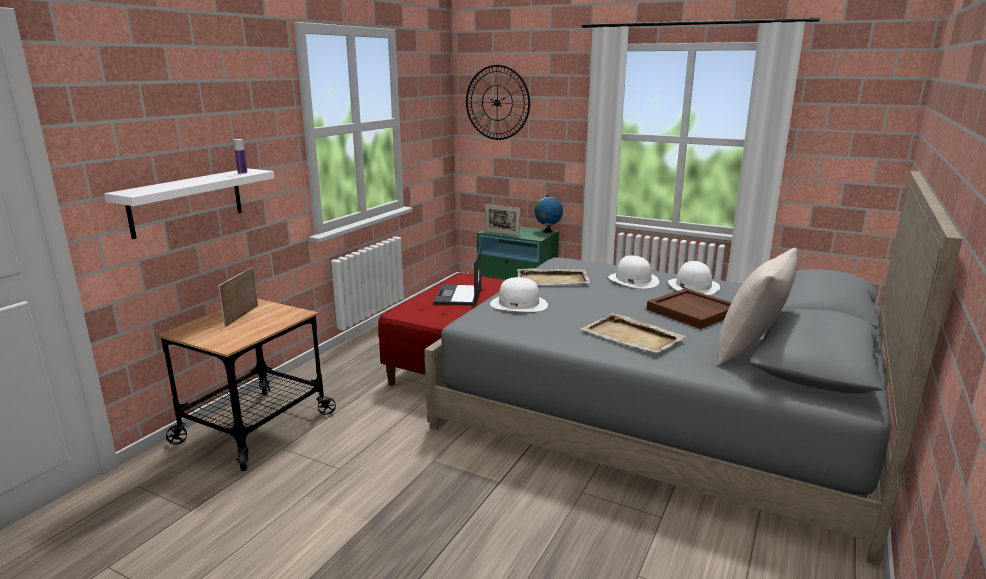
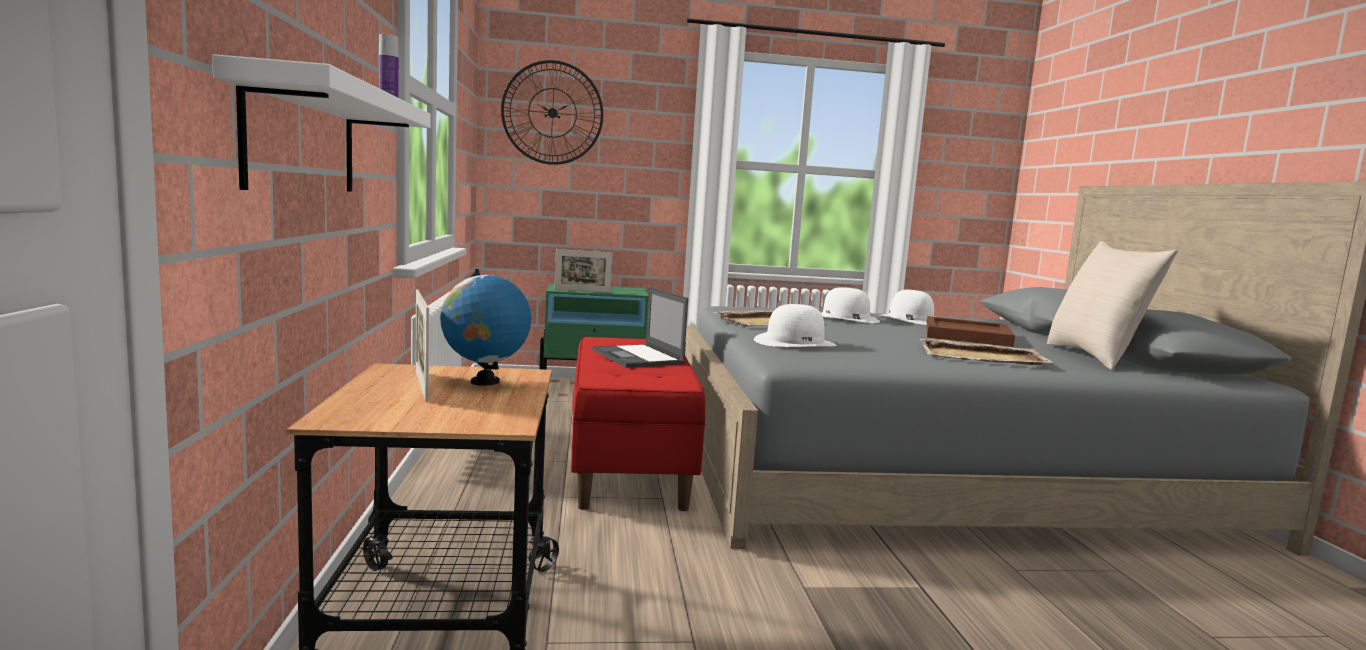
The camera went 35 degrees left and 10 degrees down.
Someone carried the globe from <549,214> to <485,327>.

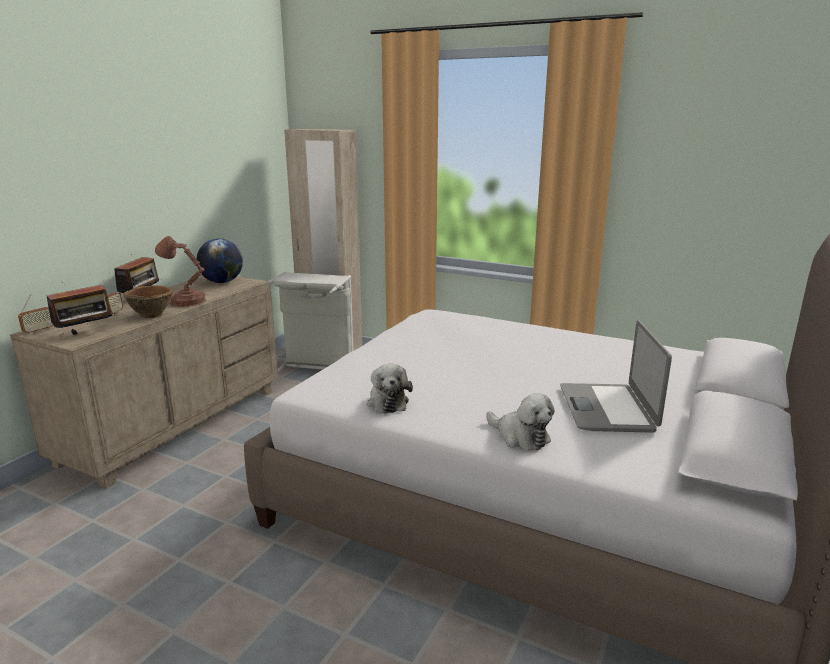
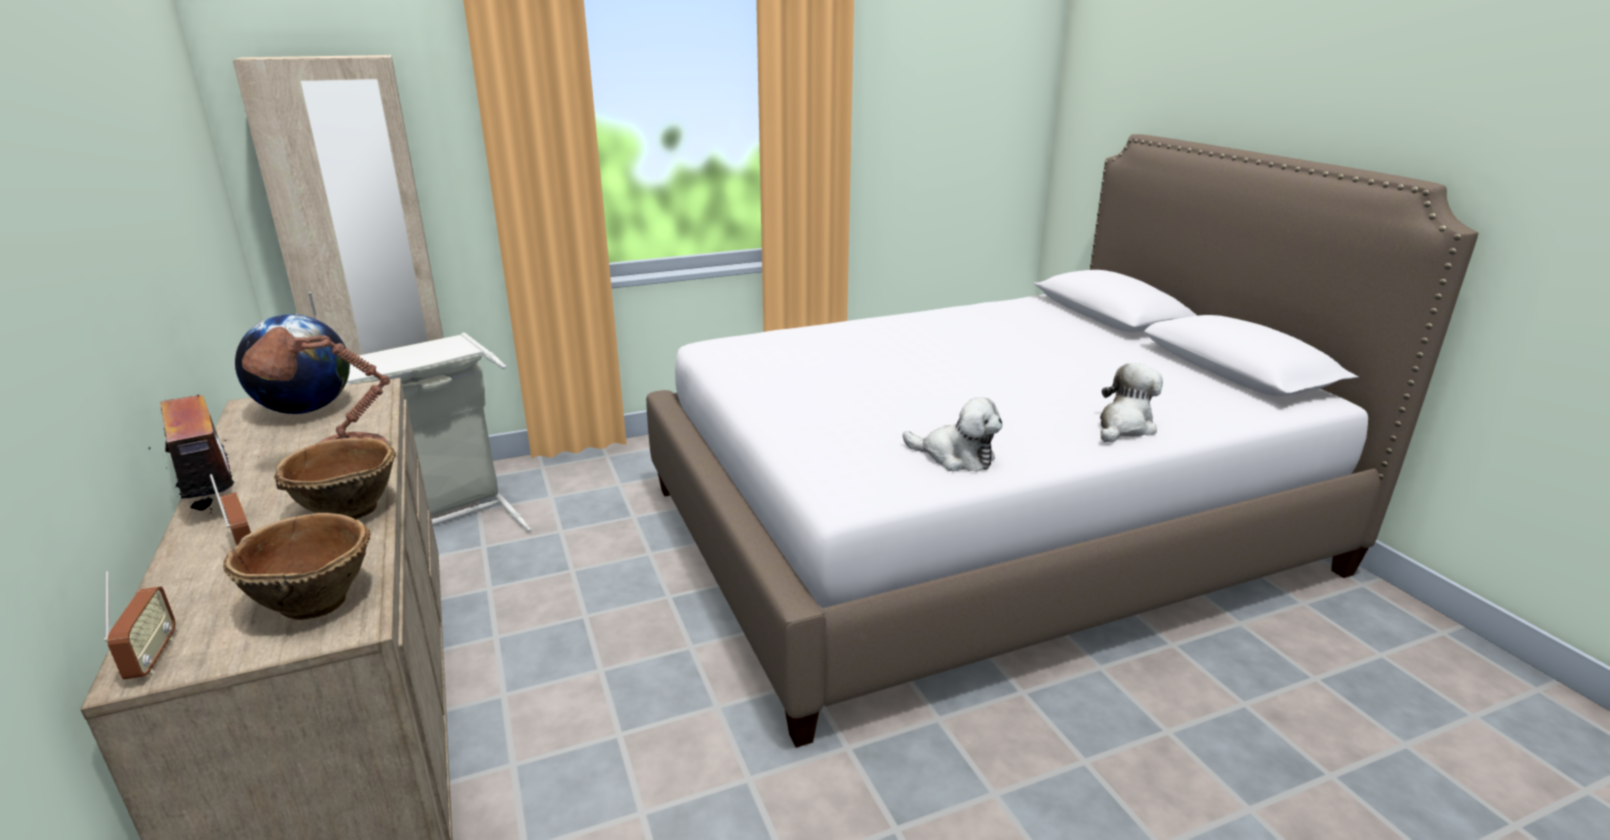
The camera went 50 degrees left and 5 degrees up.
Someone swapped the radio at <81,310> for the brown_bowl at <296,566>.
Someone rotated the plush_toy at <520,421> by 45 degrees counterclockwise.
Someone took away the laptop at <616,376>.

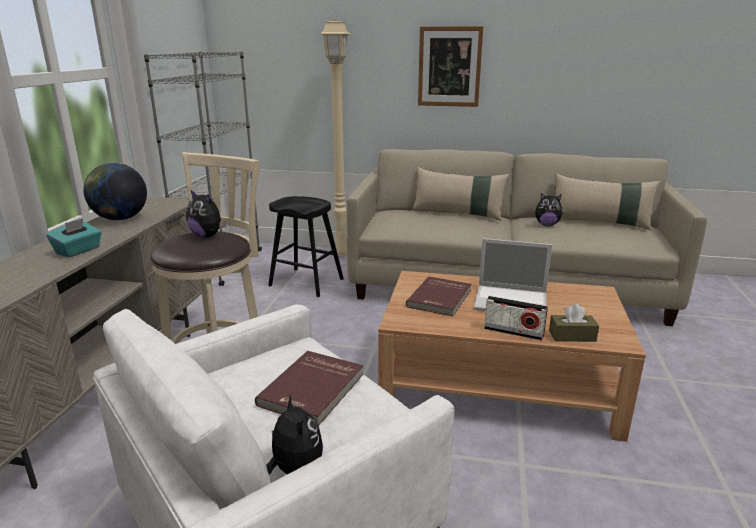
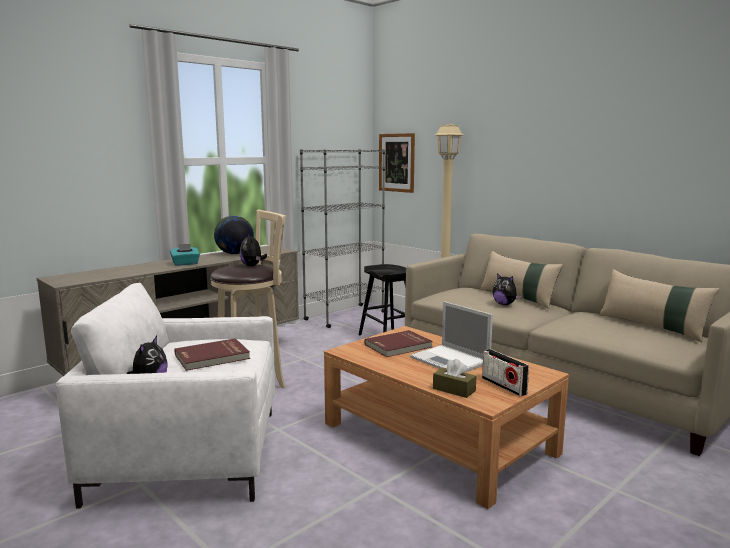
The camera went 35 degrees right and 10 degrees down.
Someone carried the picture from <450,66> to <397,163>.
Someone carried the radio from <516,318> to <505,372>.
Someone carried the plush_toy from <549,209> to <507,289>.

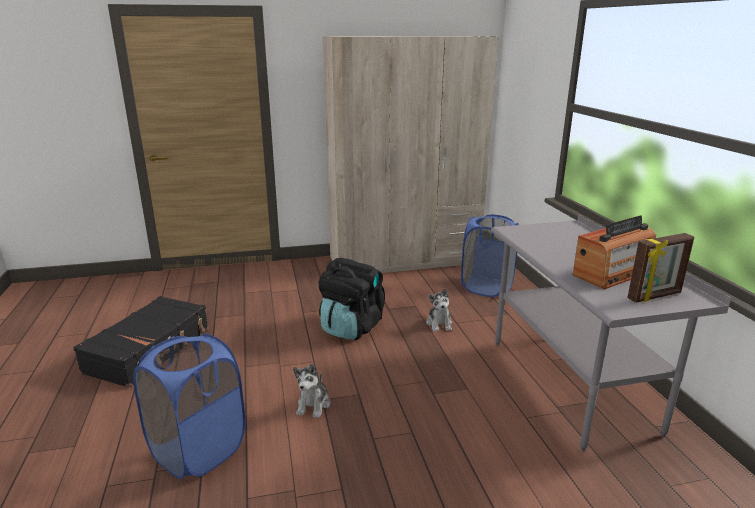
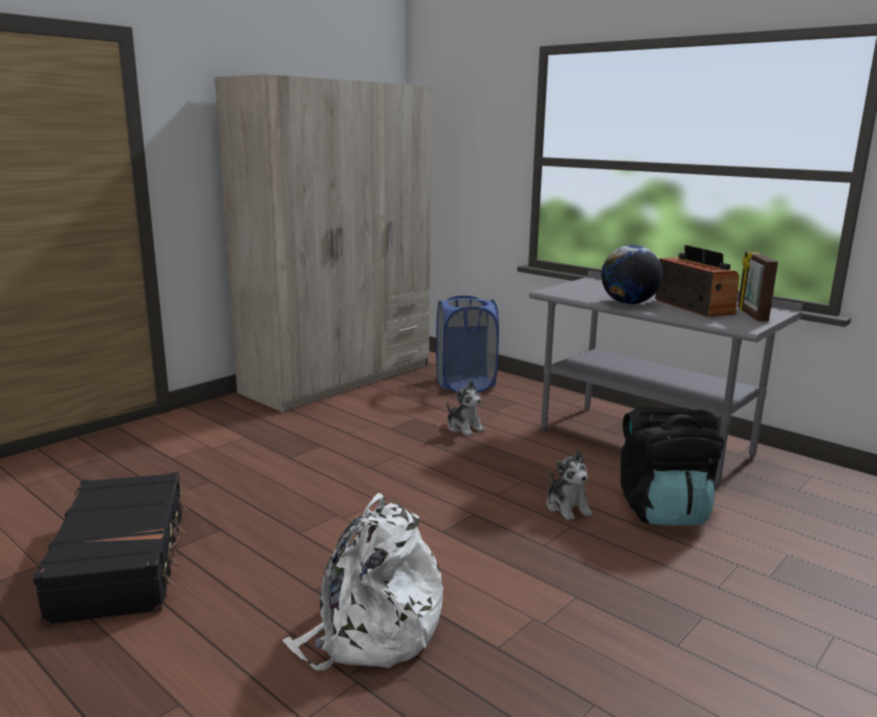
The camera went 35 degrees left and 5 degrees down.
Someone swapped the blue_laundry_basket at <189,406> for the white_backpack at <362,582>.
Someone carried the plush_toy from <311,390> to <569,485>.
Someone put down the globe at <632,274>.
Someone carried the black_backpack from <352,299> to <672,466>.
Someone rotated the radio at <614,252> by 45 degrees counterclockwise.
Someone rotated the picture_frame at <660,268> by 150 degrees clockwise.

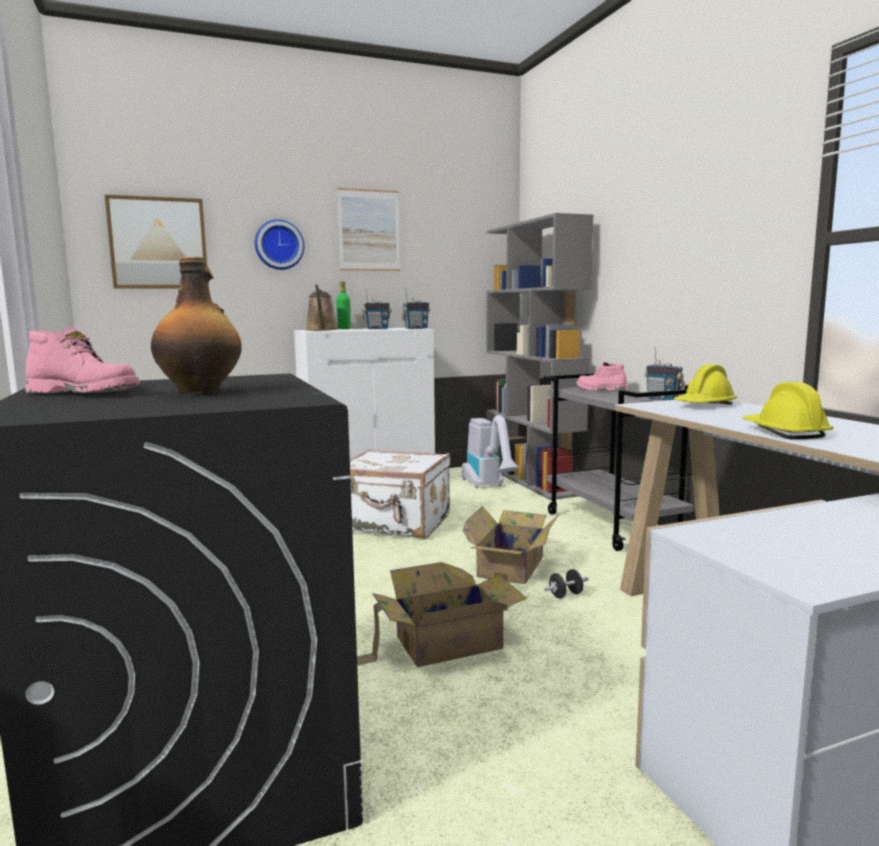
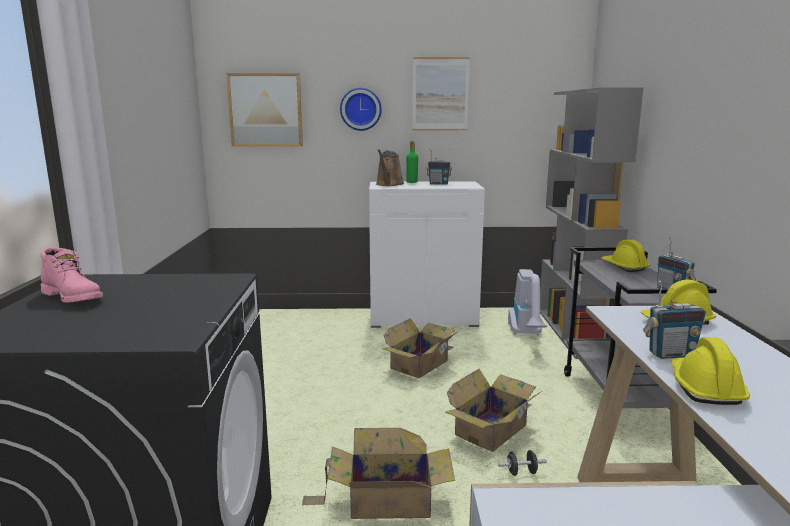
The camera went 20 degrees right and 5 degrees up.
Someone swapped the white_suitcase at <399,494> for the cardboard_box at <420,348>.
Someone swapped the pink_boot at <602,377> for the yellow_hard_hat at <625,255>.
Someone carried the radio from <415,308> to <674,320>.
Someone took away the bottle at <196,326>.

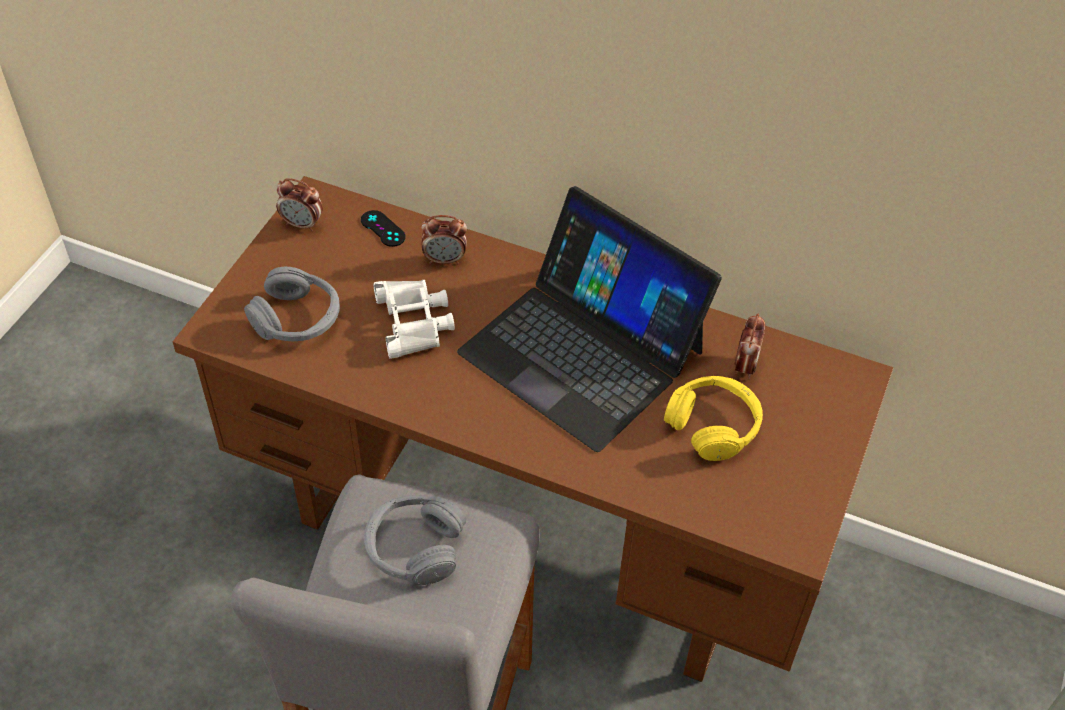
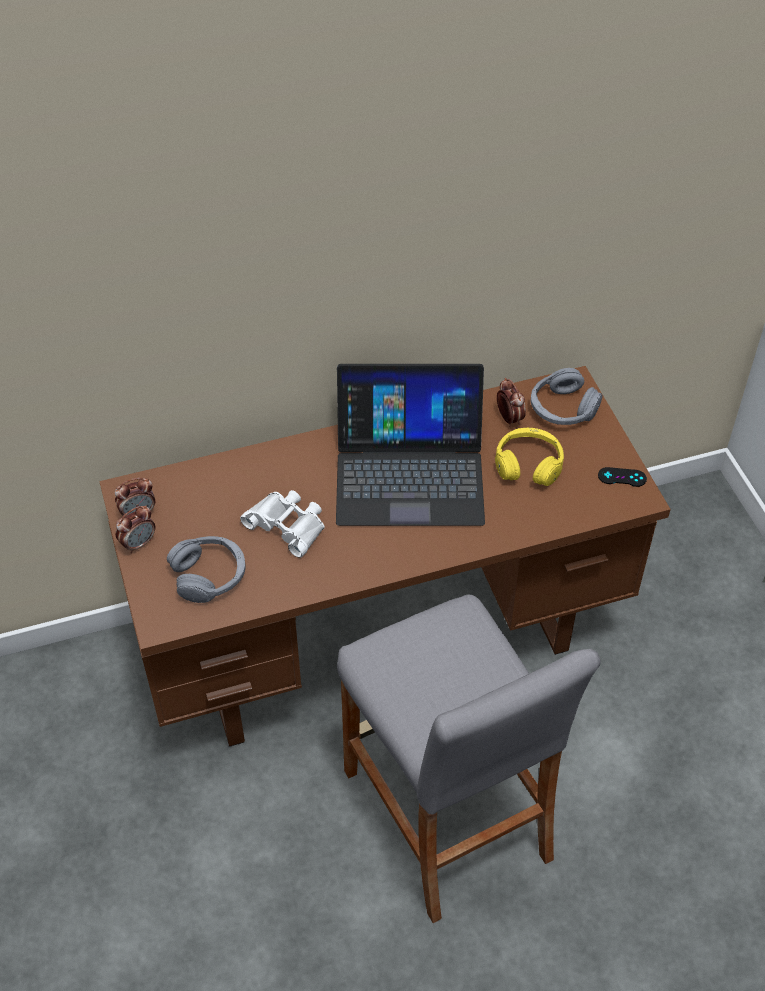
The camera went 40 degrees left and 0 degrees up.
Someone carried the alarm_clock from <444,239> to <135,530>.
Someone carried the grey_headphones from <415,540> to <567,396>.
Someone carried the black_game_controller from <383,228> to <622,477>.

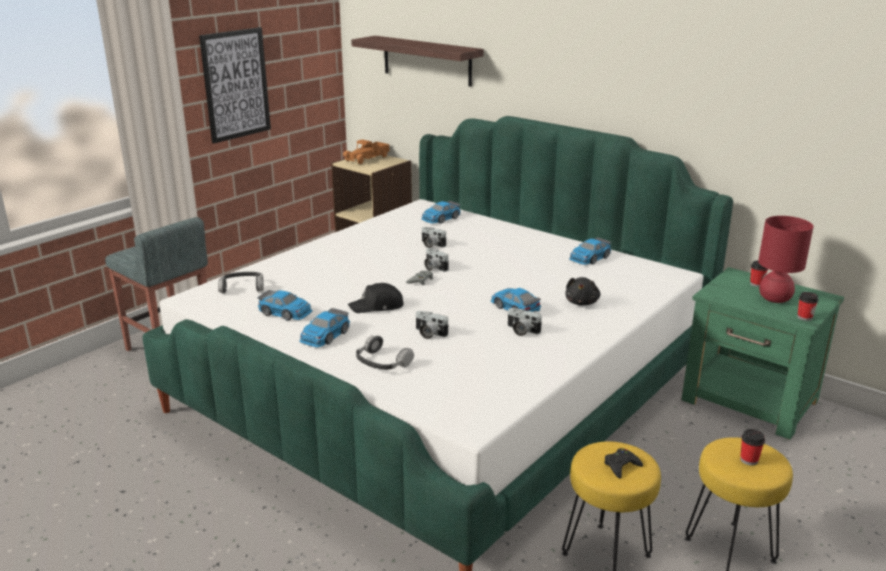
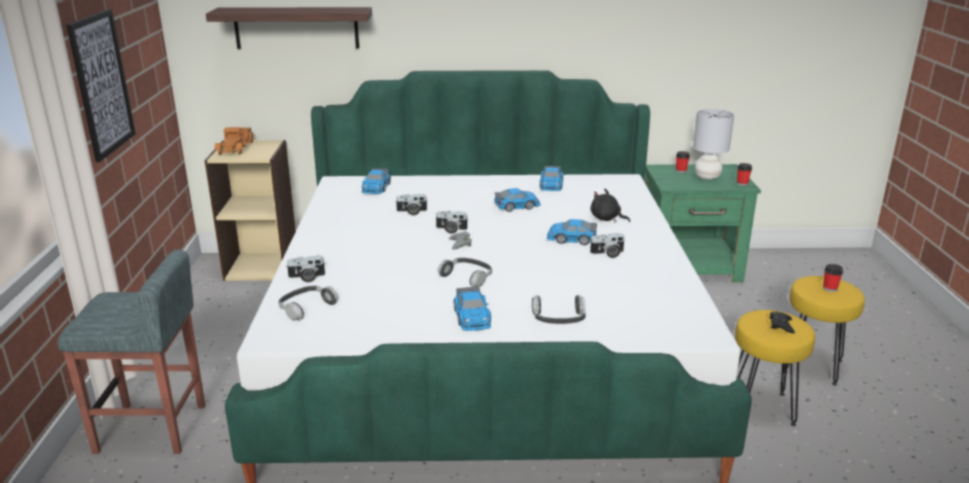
The camera went 40 degrees left and 0 degrees up.
Someone carried the photo_camera from <432,325> to <305,269>.
Someone swapped the black_cap at <376,298> for the headphones at <465,272>.
Someone carried the toy_car from <285,305> to <517,200>.
Someone rotated the black_plush_toy at <583,291> by 150 degrees clockwise.
Someone repainted the red_table_lamp at <786,259>, which became the grey_table_lamp at <713,144>.

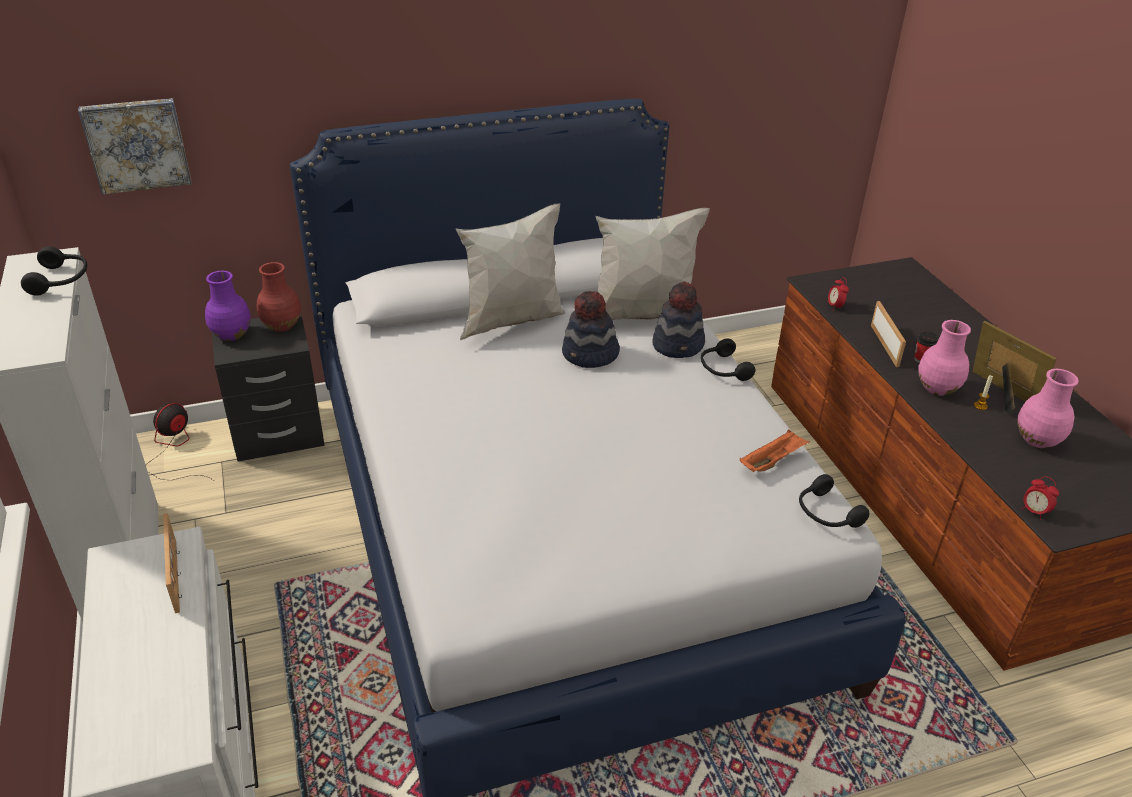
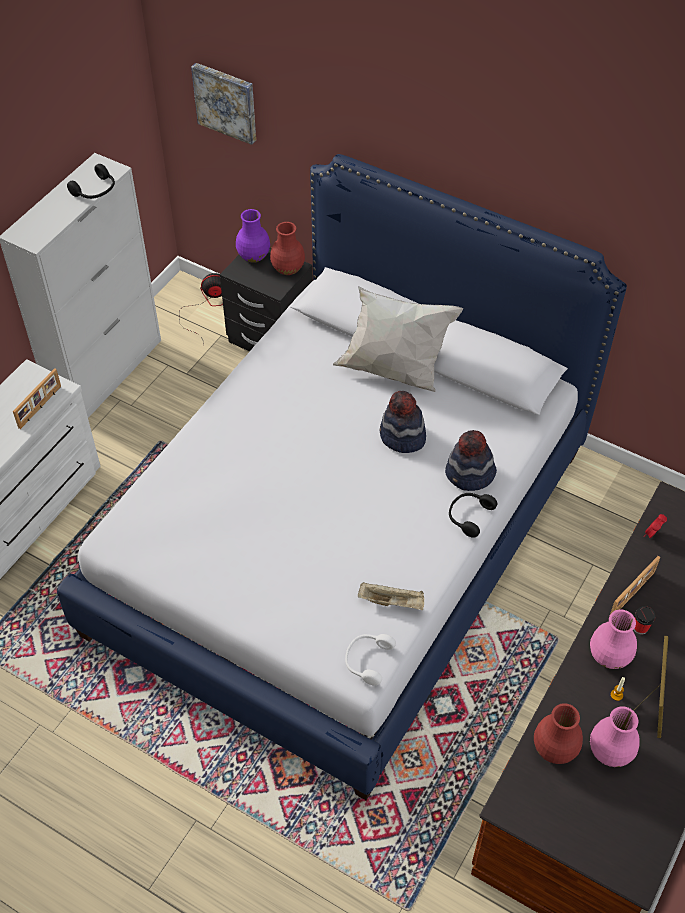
The camera went 50 degrees right and 15 degrees up.
Someone repainted the black_headphones at <834,501>, which became the white_headphones at <370,660>.
Someone repainted the orange_tray at <775,450>, which became the beige_tray at <391,596>.
Someone put down the red_vase at <558,733>.
Someone took away the white_pillow at <652,264>.
Someone took away the alarm_clock at <1040,498>.

